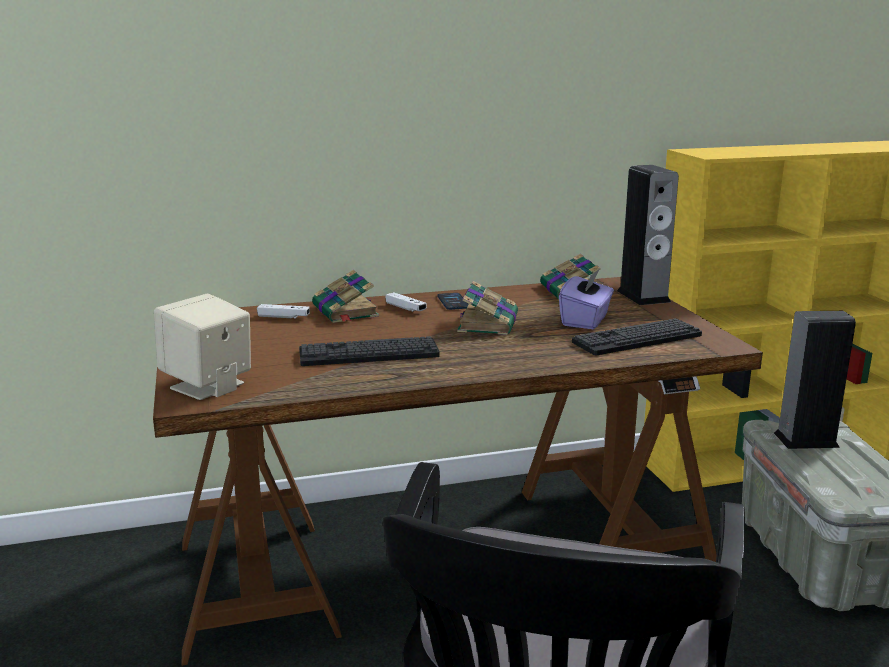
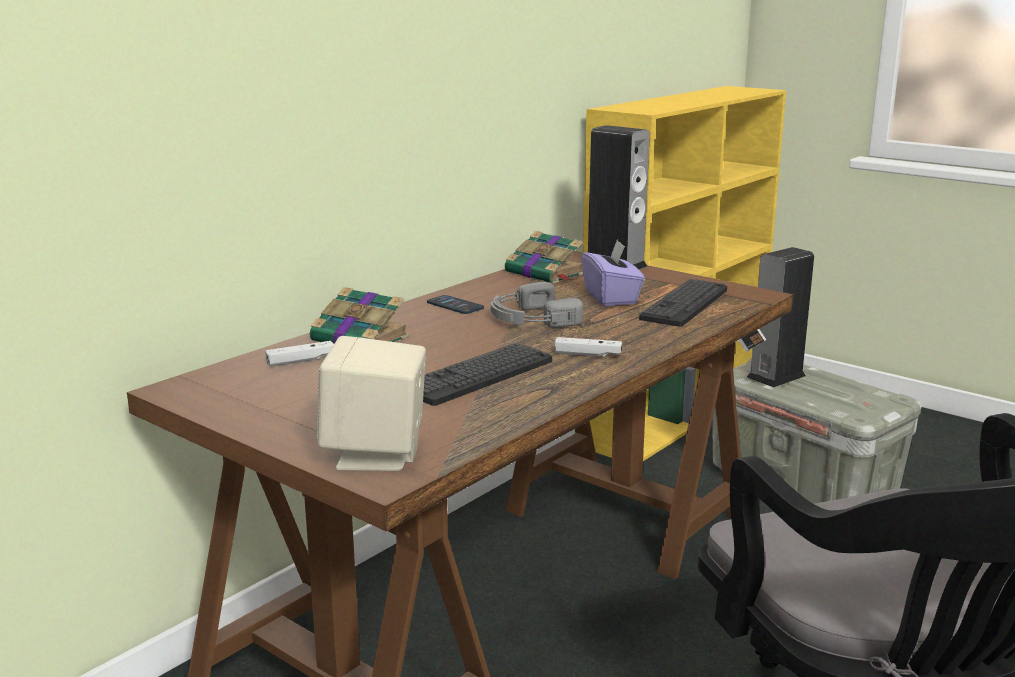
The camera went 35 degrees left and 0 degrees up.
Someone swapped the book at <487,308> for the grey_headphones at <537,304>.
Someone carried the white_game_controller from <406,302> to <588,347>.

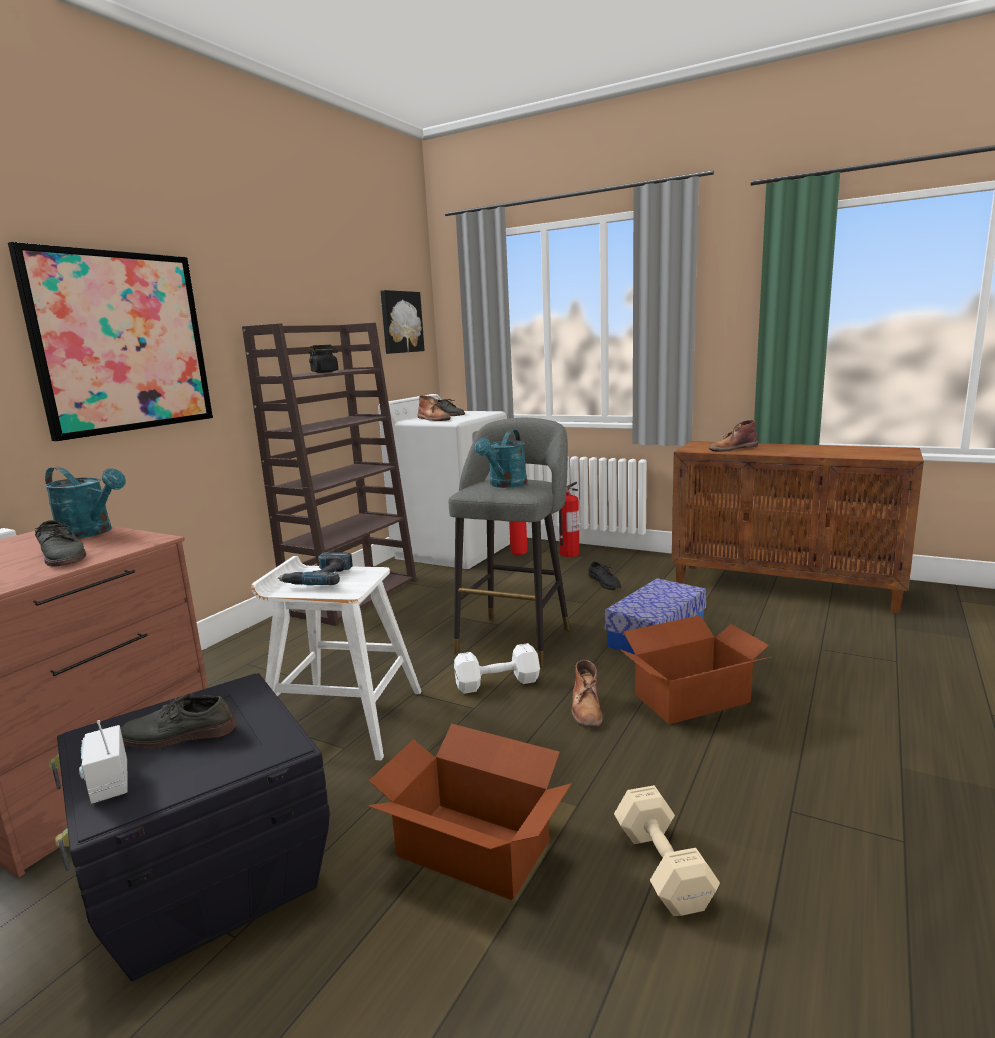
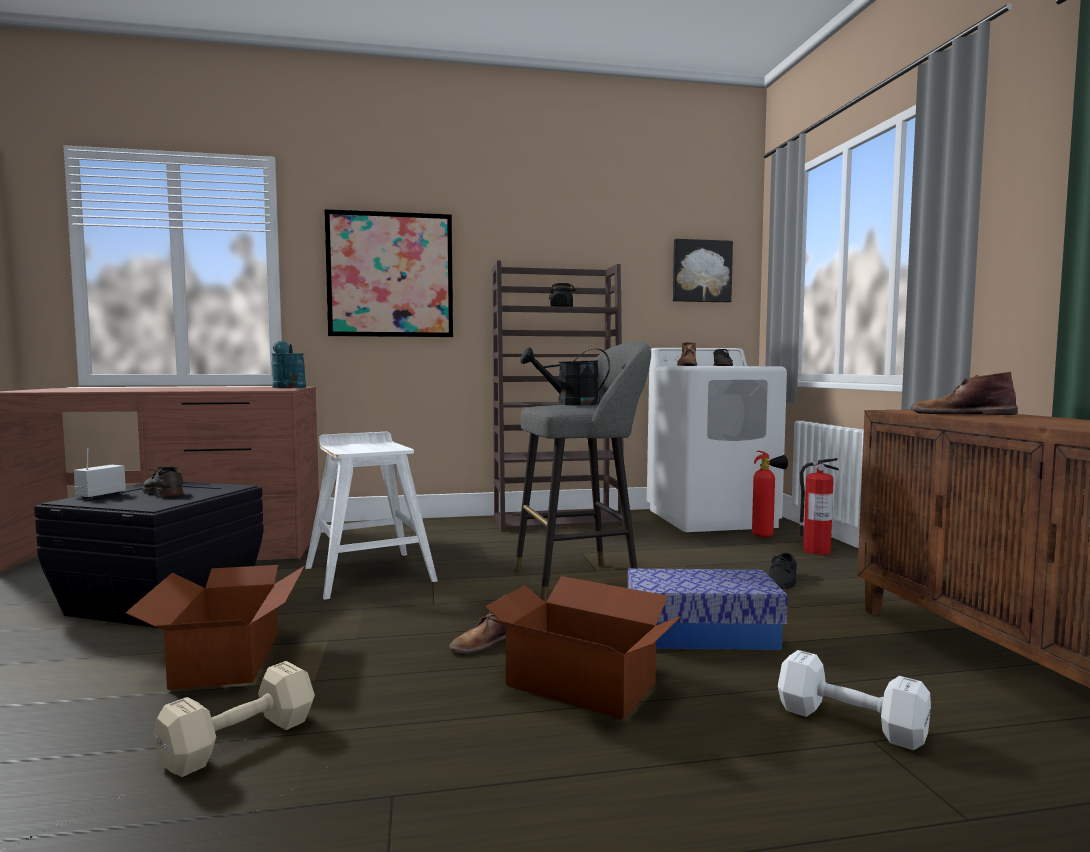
The camera went 50 degrees right and 10 degrees down.
Someone repainted the turquoise_watering_can at <500,459>, which became the black_watering_can at <565,376>.
Someone carried the white_dumbbell from <497,668> to <854,700>.
Someone took away the grey_shoe at <60,543>.
Someone took away the power_drill at <315,568>.

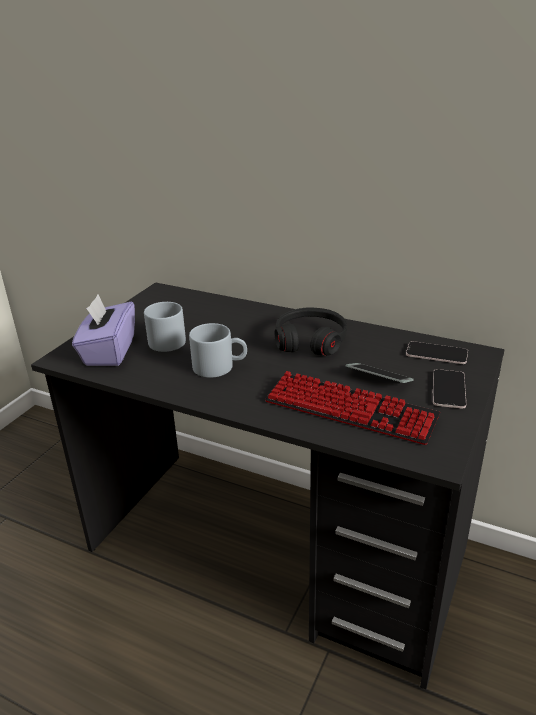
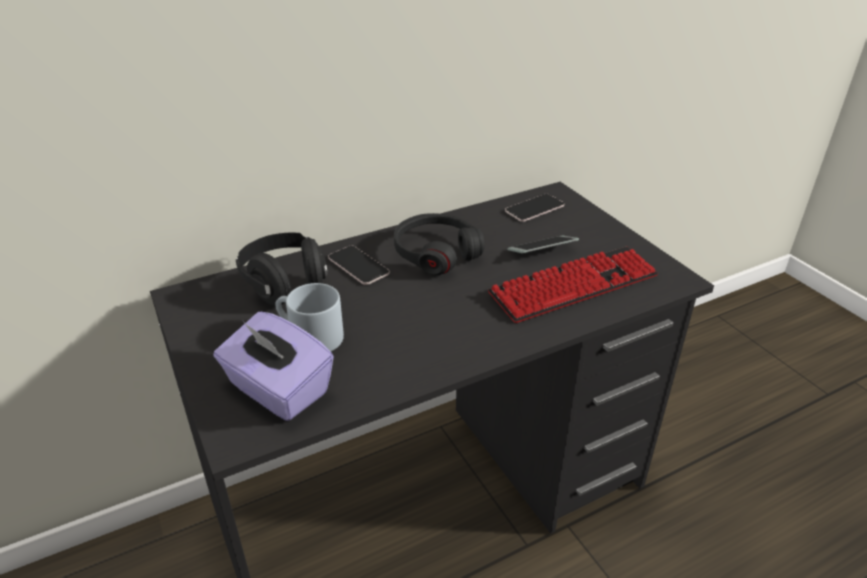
The camera went 55 degrees left and 5 degrees up.
Someone put down the black_headphones at <282,268>.
Someone carried the phone from <449,388> to <359,265>.
Someone took away the grey_mug at <218,350>.

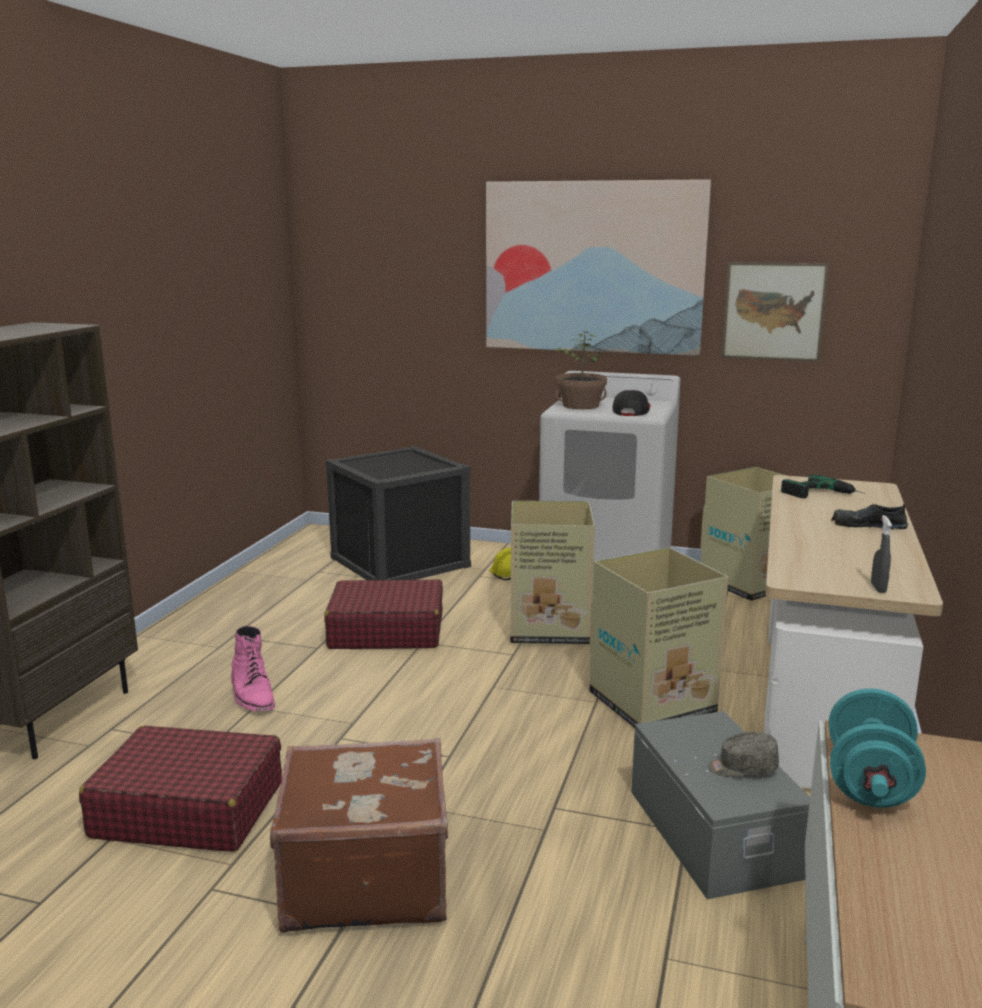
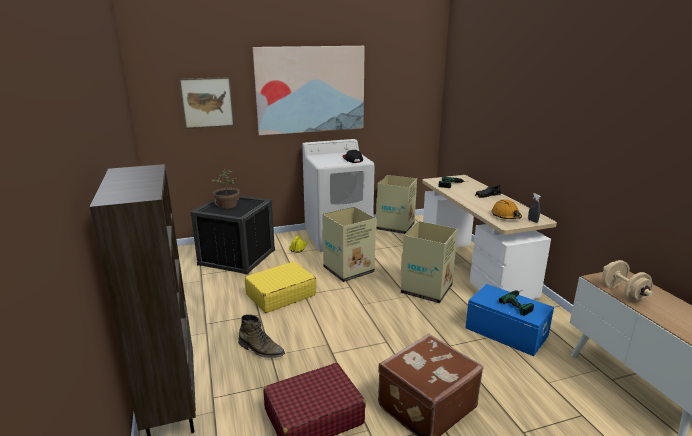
The camera went 35 degrees left and 5 degrees up.
Someone carried the picture from <775,312> to <206,103>.
Someone carried the potted_plant from <581,370> to <225,189>.
Someone repainted the pink_boot at <253,668>, which became the green_boot at <261,336>.
Someone repainted the red_suitcase at <383,614>, which became the yellow_suitcase at <280,287>.
Someone repainted the grey_storage_box at <720,805>, which became the blue_storage_box at <509,320>.
Someone put down the orange_hard_hat at <506,209>.
Someone swapped the grey_cap at <743,754> for the power_drill at <516,303>.
Someone repainted the turquoise_dumbbell at <877,748>, which became the beige_dumbbell at <627,280>.

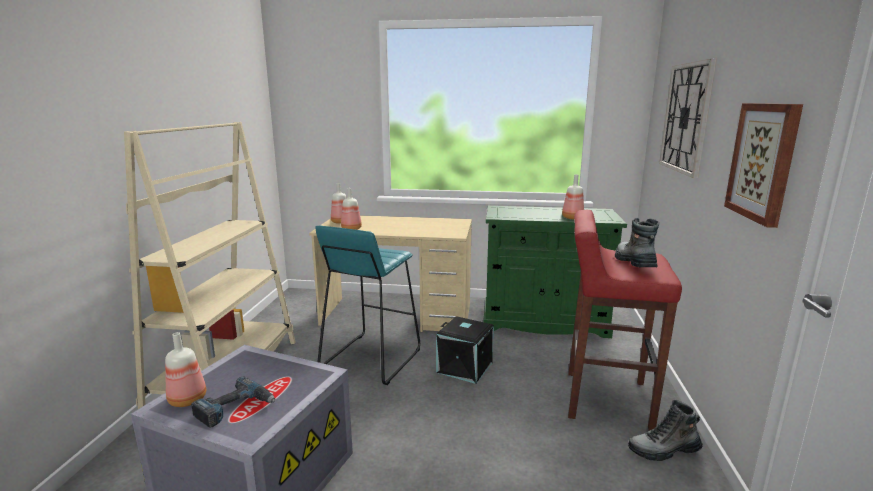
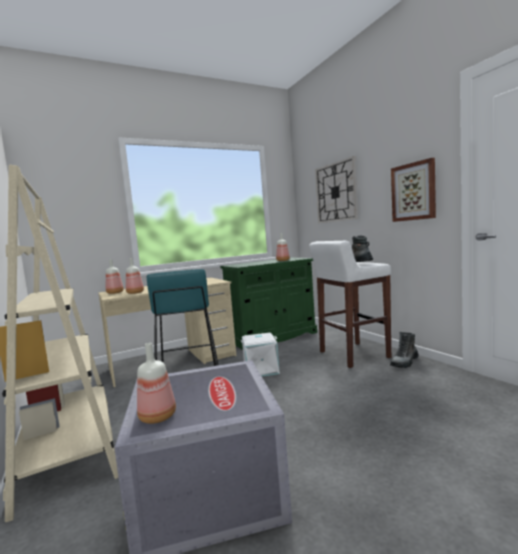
The camera went 35 degrees left and 10 degrees down.
Someone repainted the black_storage_box at <465,350>, which became the white_storage_box at <260,354>.
Someone repainted the red_stool at <625,320>, which became the white_stool at <350,304>.
Someone took away the power_drill at <233,402>.

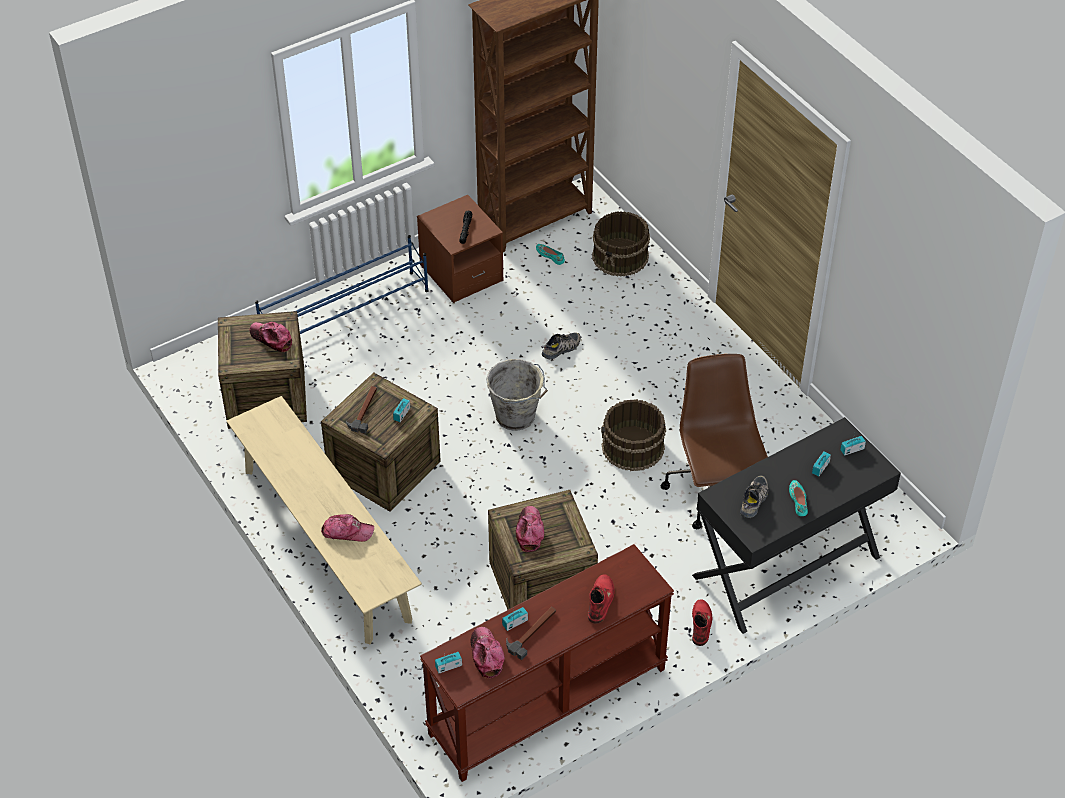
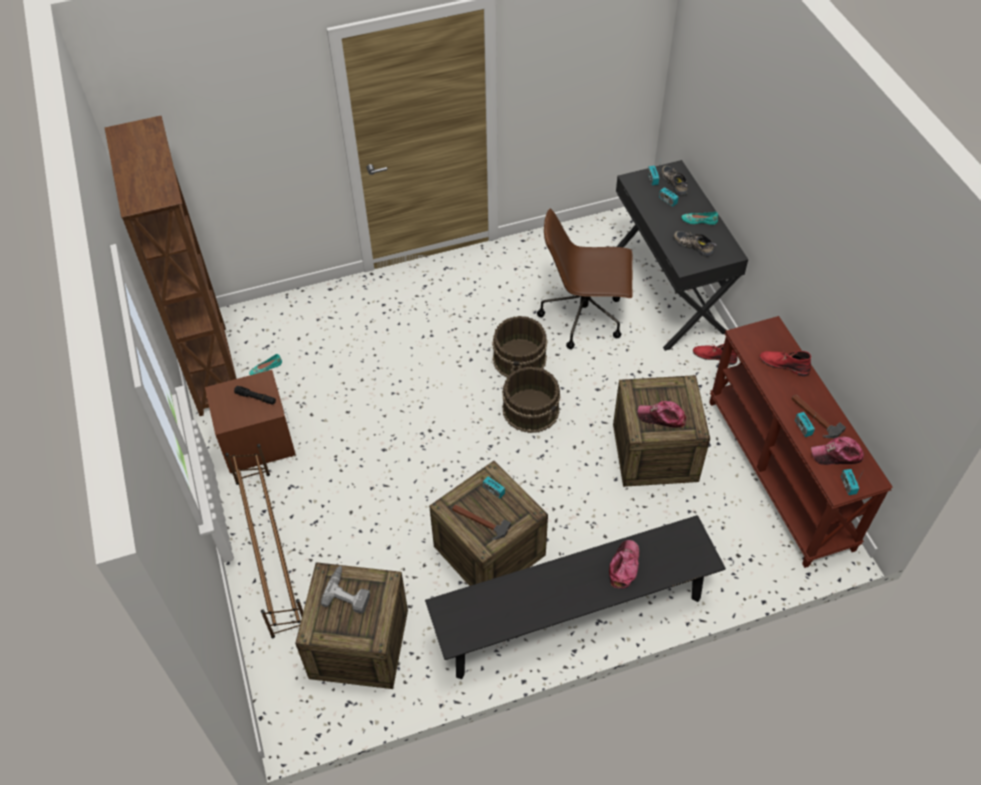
The camera went 75 degrees left and 5 degrees up.
Someone repainted the blue_shoe_rack at <342,284>, which became the brown_shoe_rack at <264,541>.
Someone swapped the cap at <271,337> for the power_drill at <345,590>.
Someone repainted the beige_bench at <324,520>, which became the black_bench at <575,597>.
Someone carried the brown_bucket from <621,244> to <531,399>.
Someone carried the shoe from <561,345> to <674,181>.
Someone took away the grey_bucket at <517,395>.

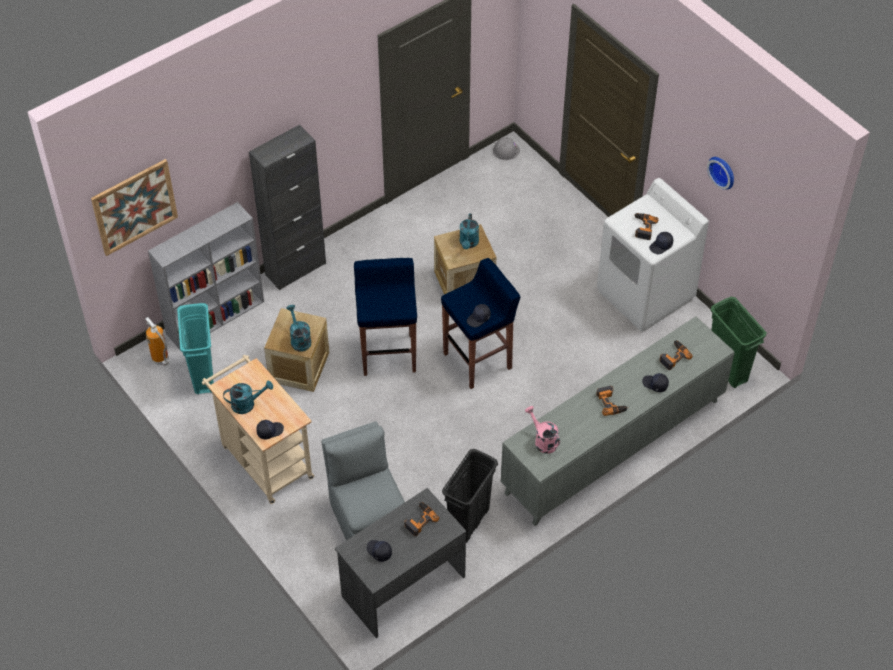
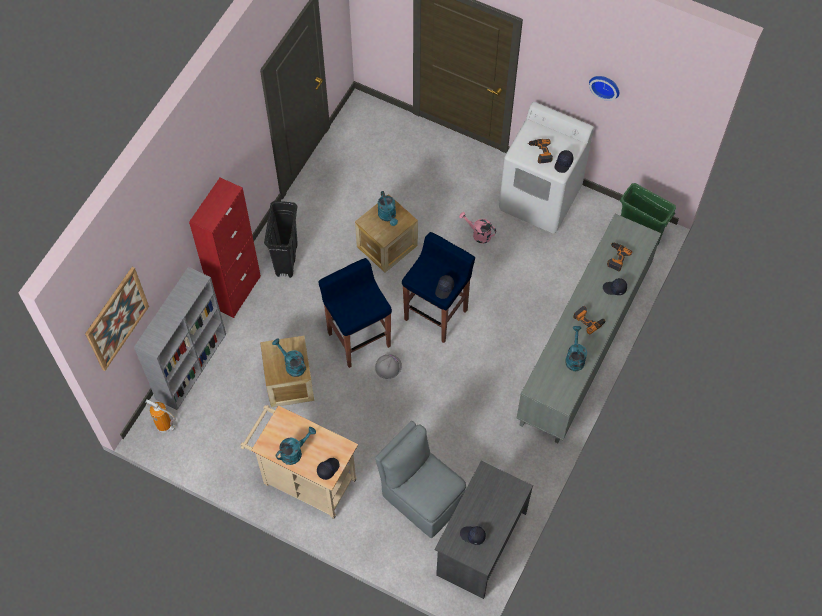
The camera went 25 degrees left and 10 degrees up.
Someone repainted the black_cabinet at <287,207>, which became the red_cabinet at <225,248>.
Someone carried the black_trash_can from <470,496> to <281,239>.
Someone carried the grey_hard_hat from <506,149> to <388,366>.
Someone carried the pink_watering_can from <542,430> to <477,228>.
Someone put down the turquoise_watering_can at <576,348>.
Someone took away the turquoise_trash_can at <195,348>.
Someone took away the power_drill at <421,519>.

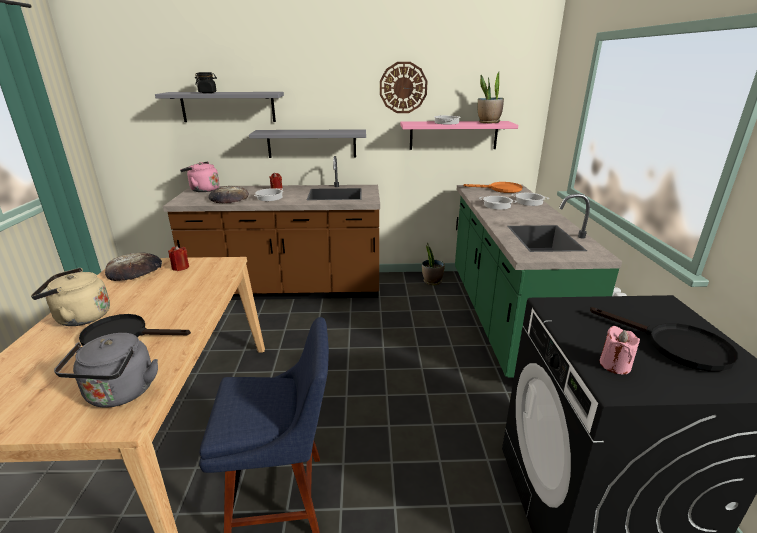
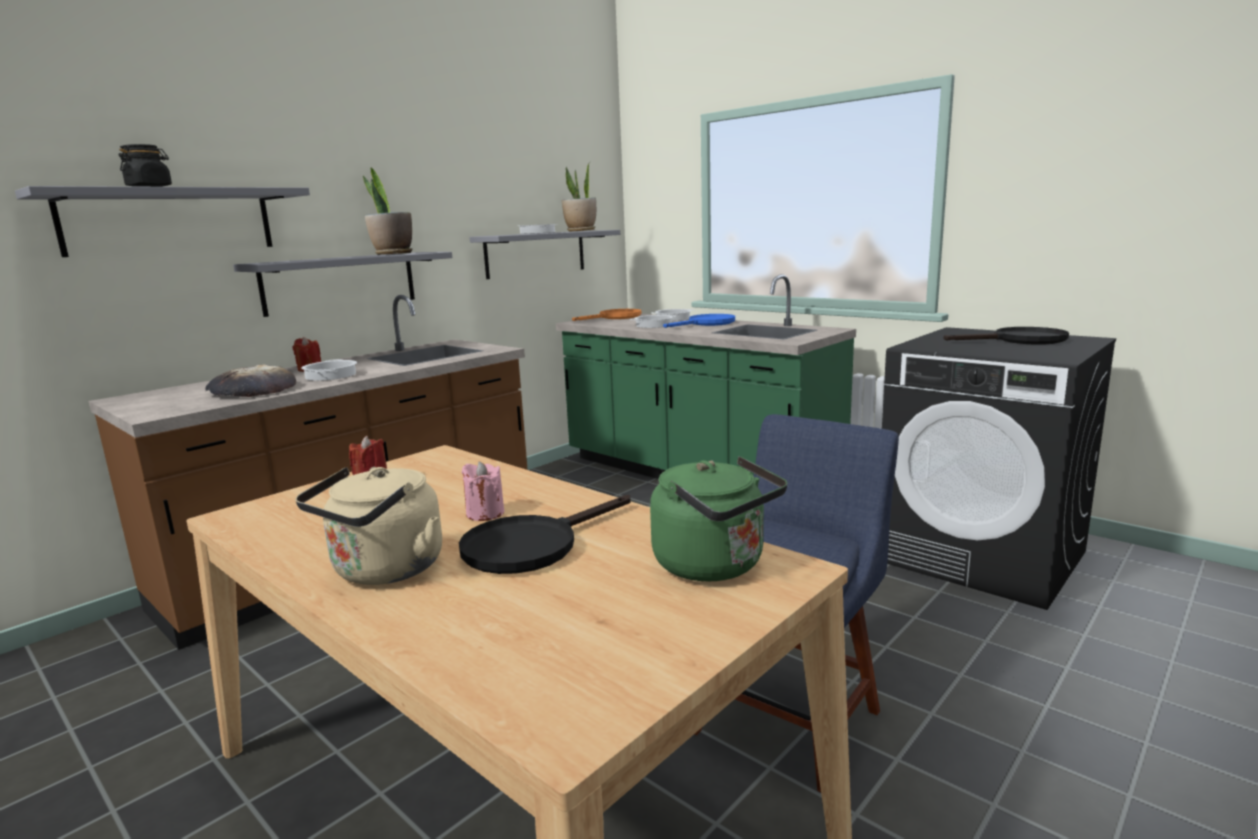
The camera went 45 degrees left and 10 degrees down.
Someone carried the potted_plant from <433,263> to <387,211>.
Someone carried the pink_candle from <620,350> to <482,491>.
Someone repainted the pink_shelf at <459,135>, which became the grey_shelf at <544,254>.
Someone repainted the grey_kettle at <106,370>, which became the green_kettle at <718,518>.
Someone put down the blue_frying_pan at <699,321>.
Someone took away the bread at <133,267>.
Someone took away the pink_kettle at <199,176>.
Someone took away the wall_clock at <404,87>.

